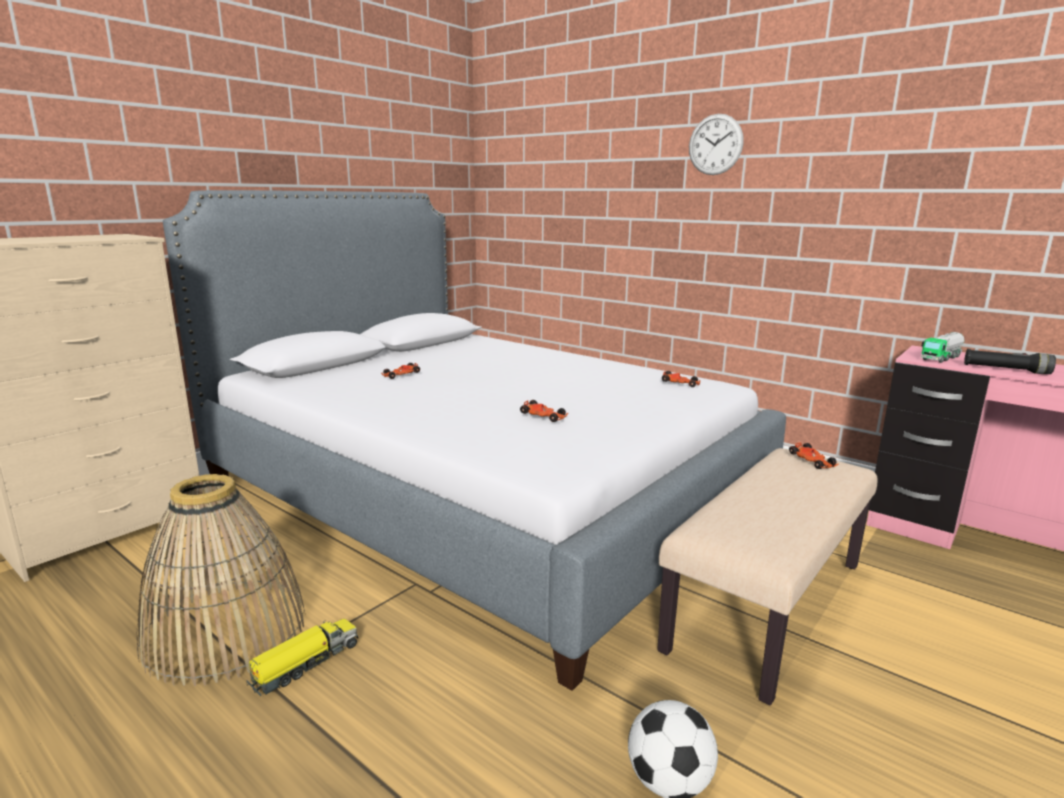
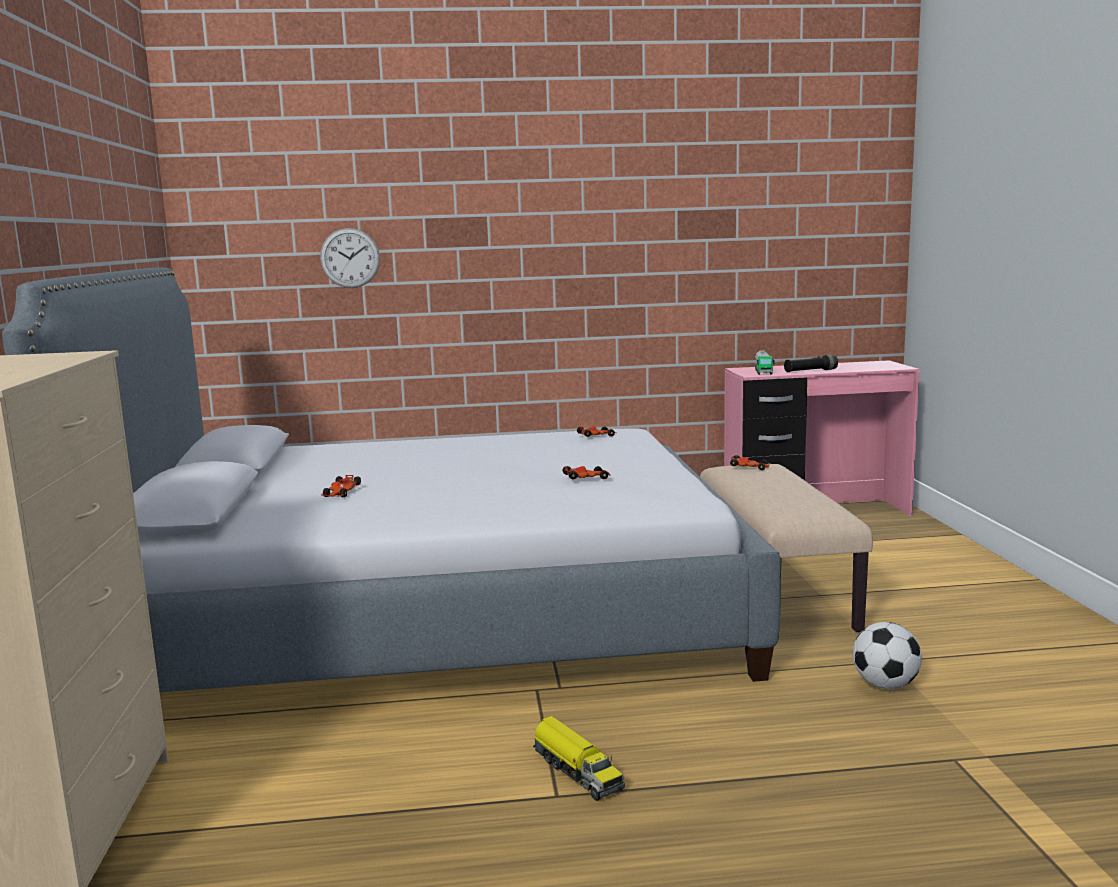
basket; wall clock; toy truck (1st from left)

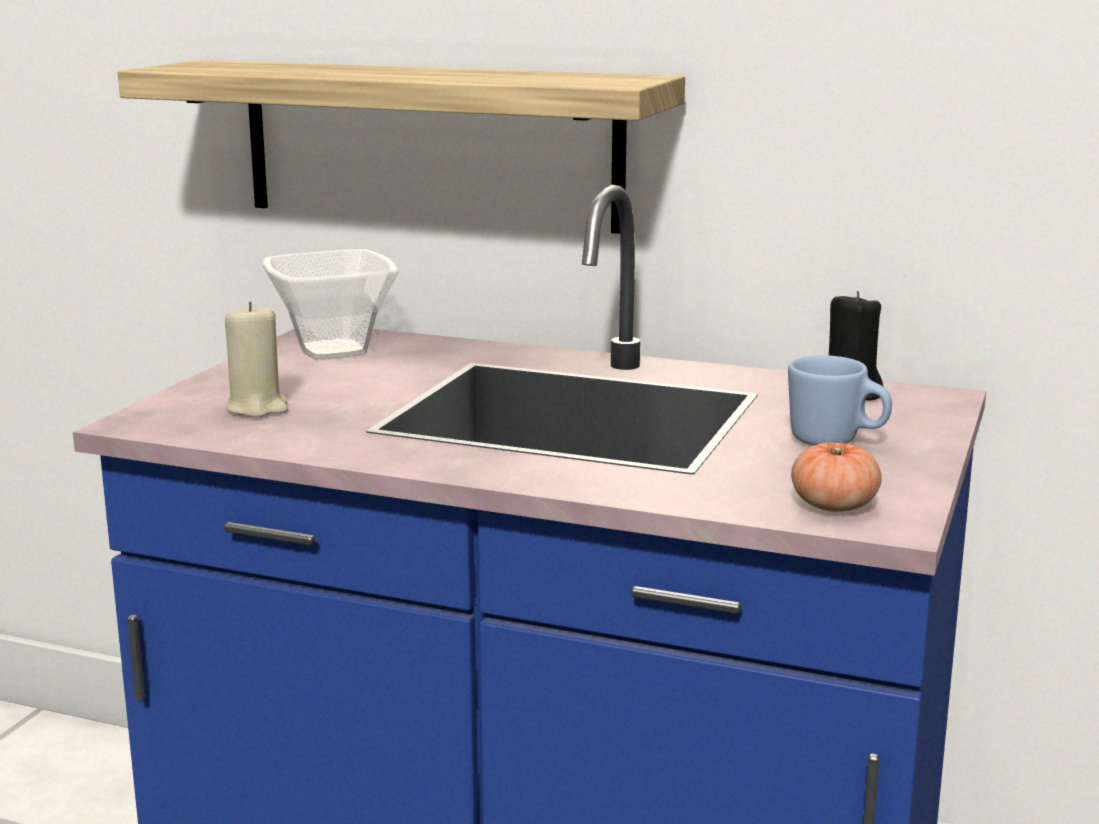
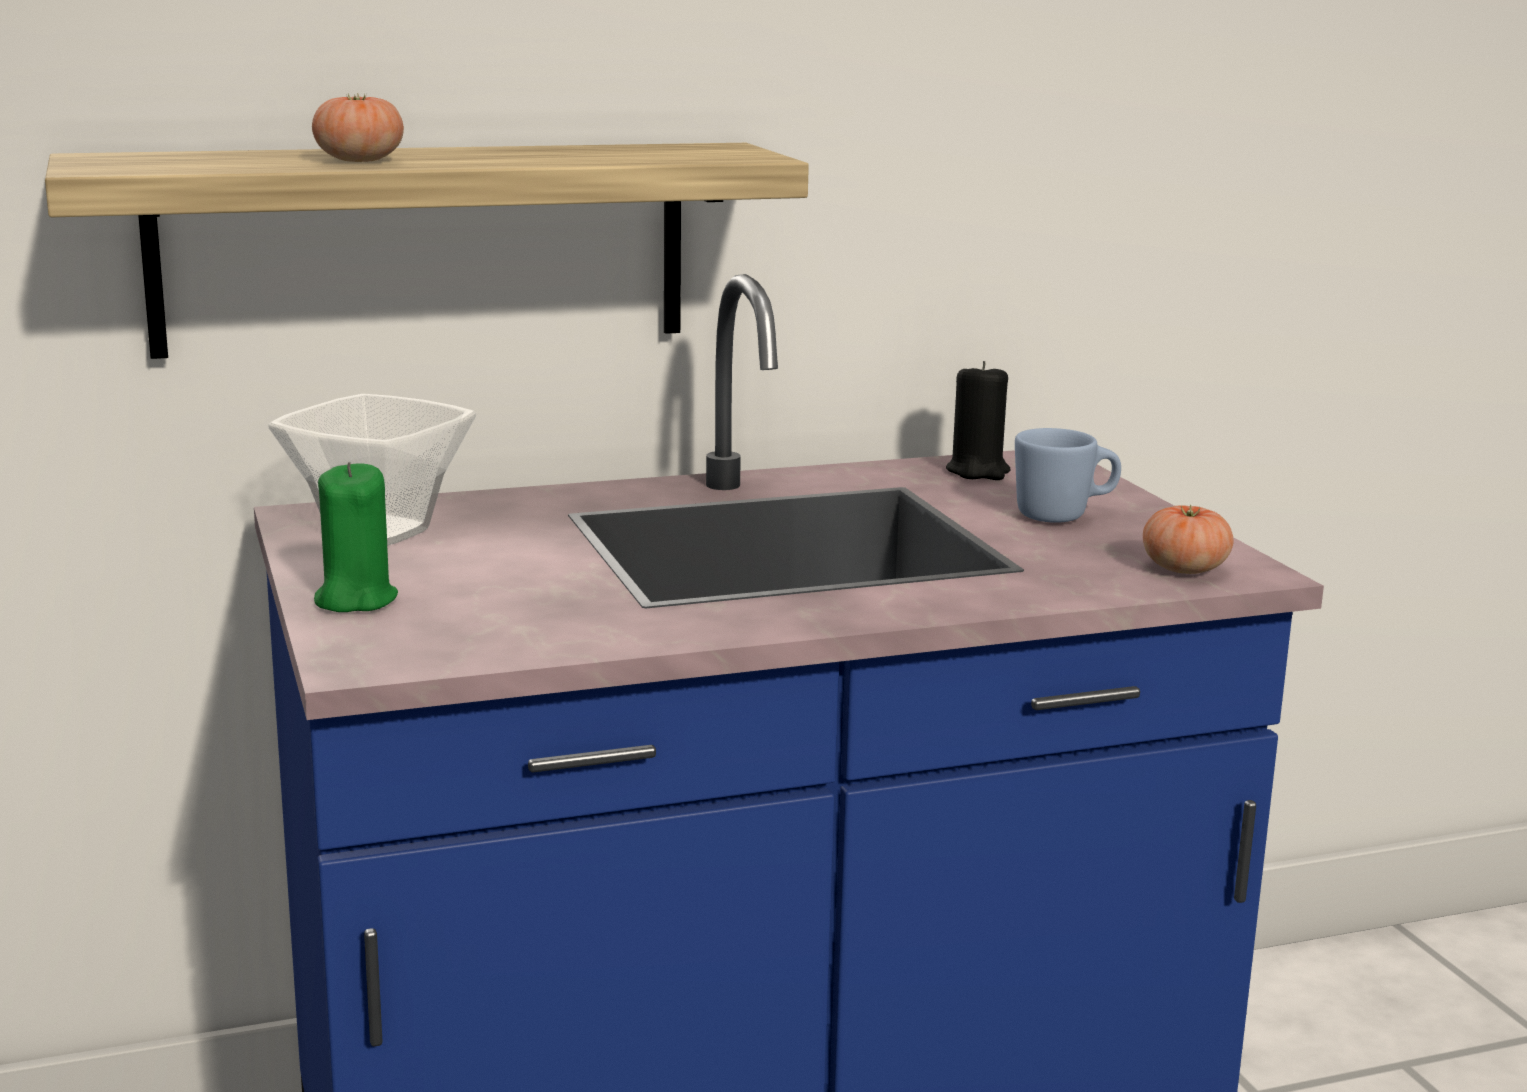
beige candle; tomato (1st from left); green candle

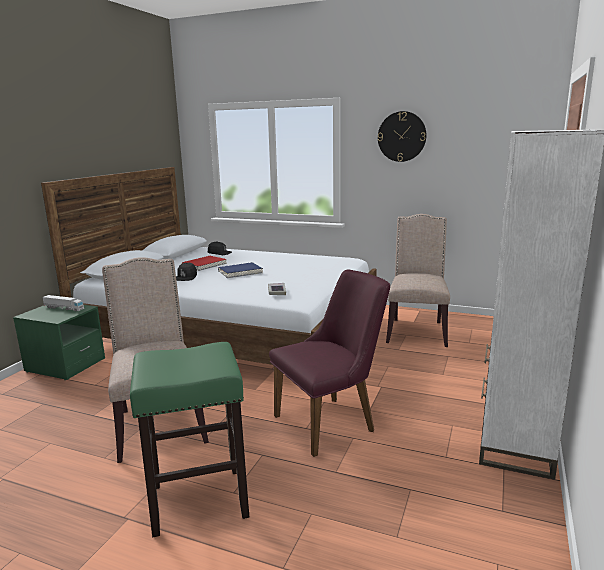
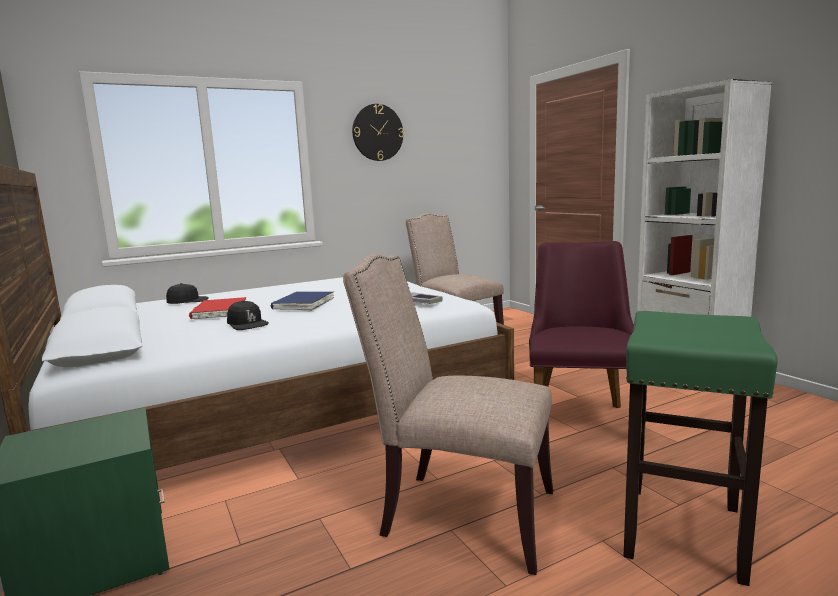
toy truck

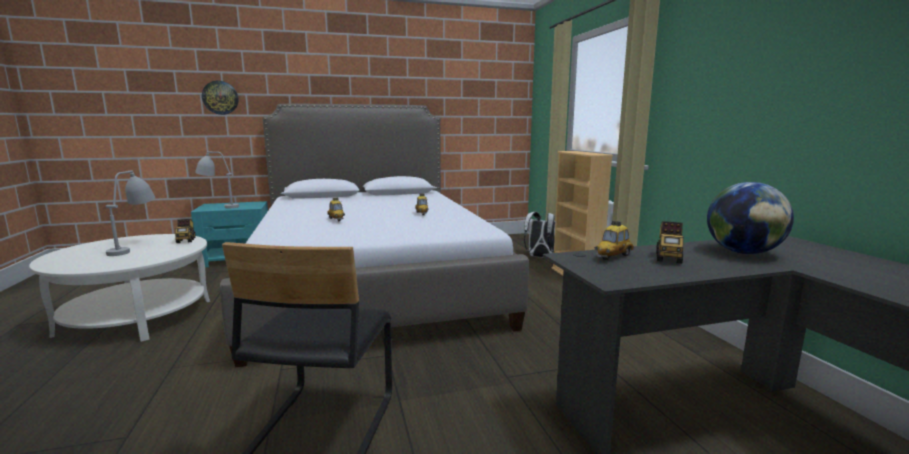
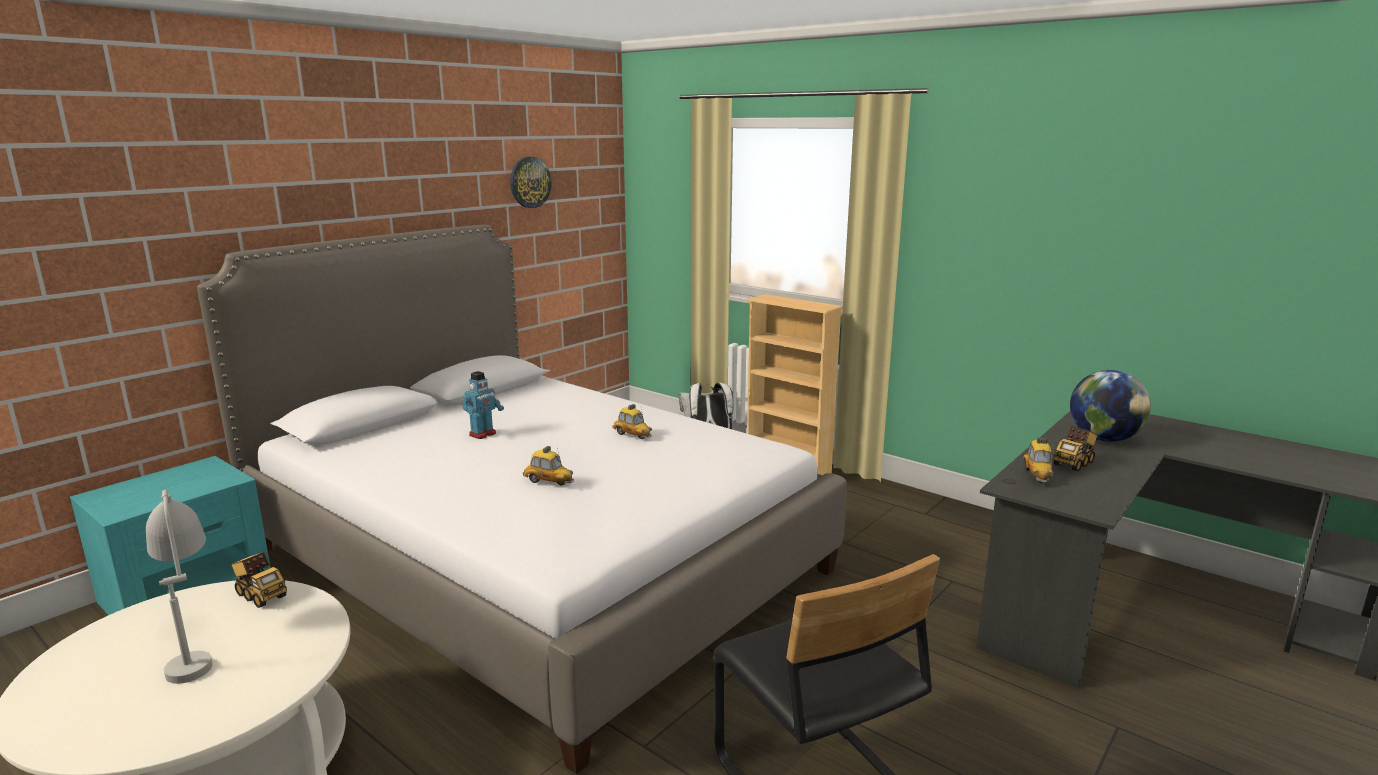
grey table lamp (2nd from left in the first image); toy robot; wall clock; toy truck (2nd from left)

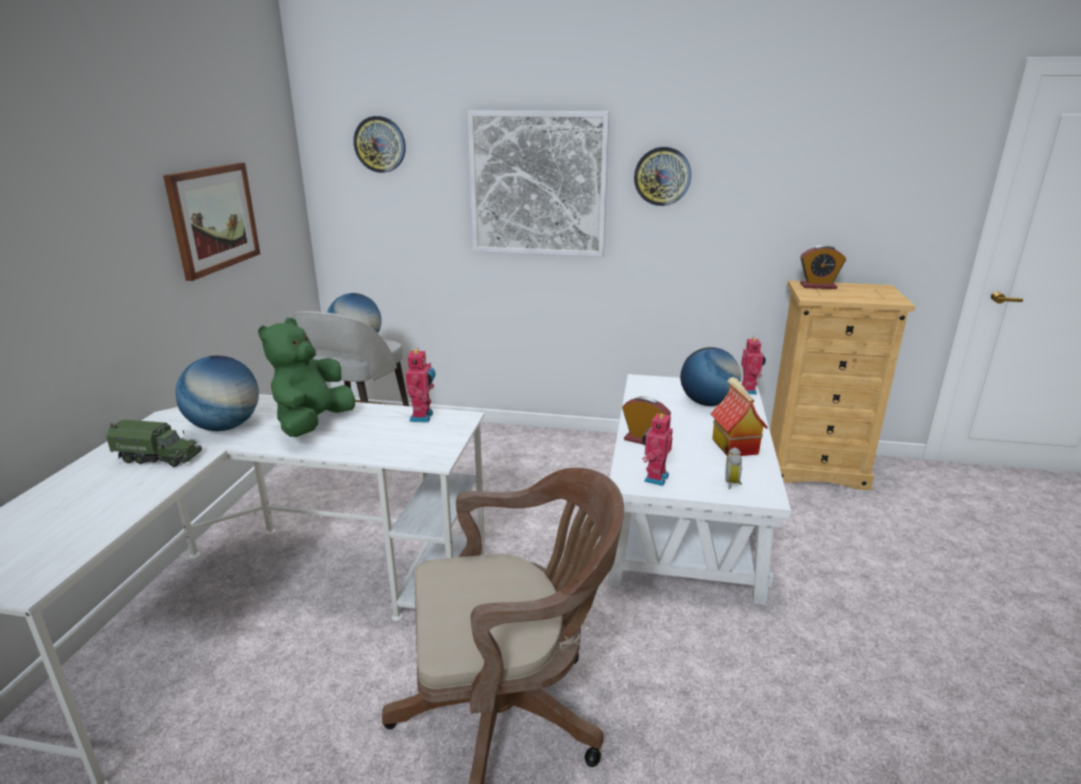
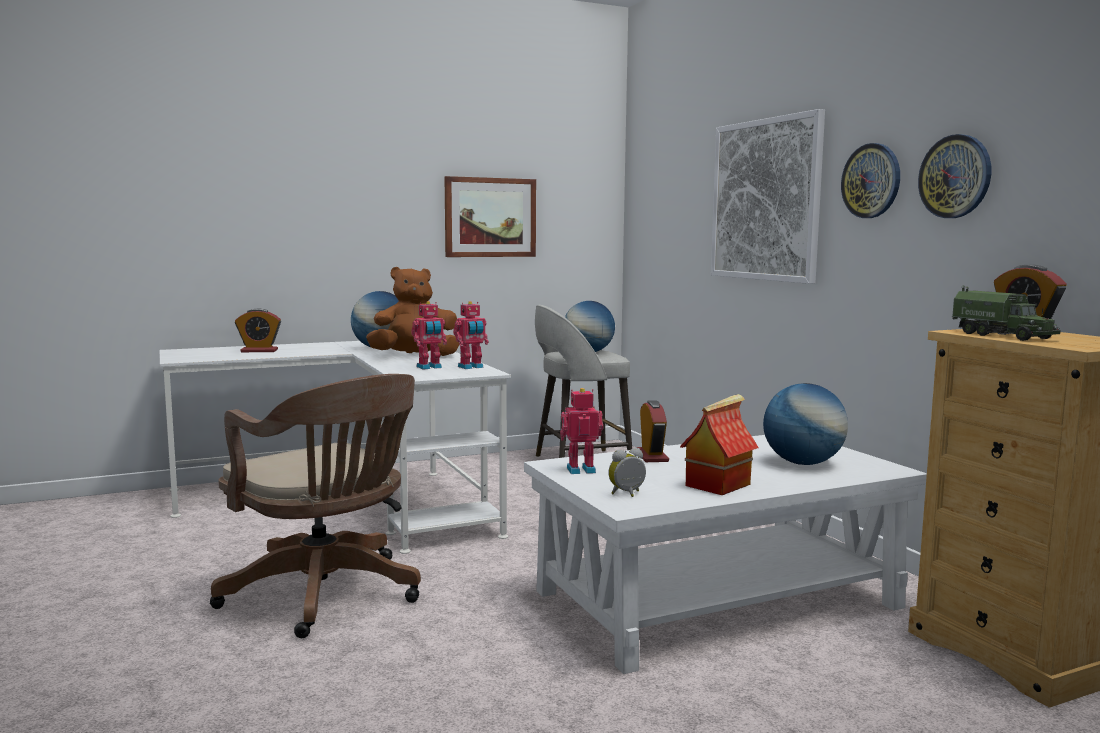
alarm clock (1st from left); toy truck; wall clock (2nd from left); toy robot (1st from left); brown plush toy

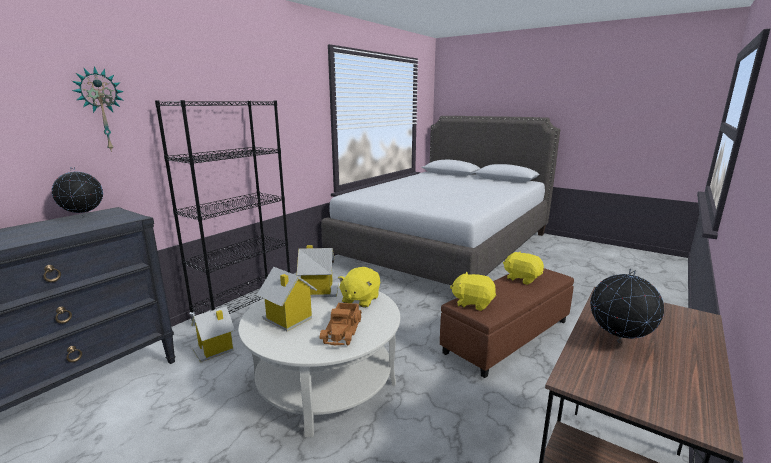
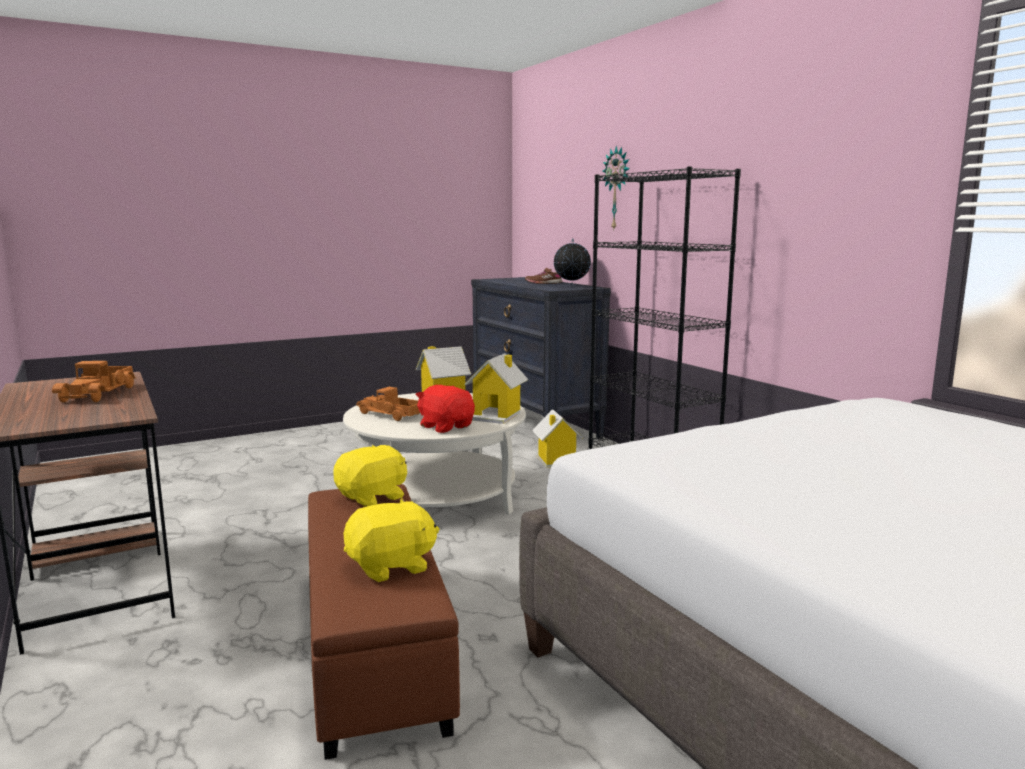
brown shoe; toy truck (1st from left); red plush toy

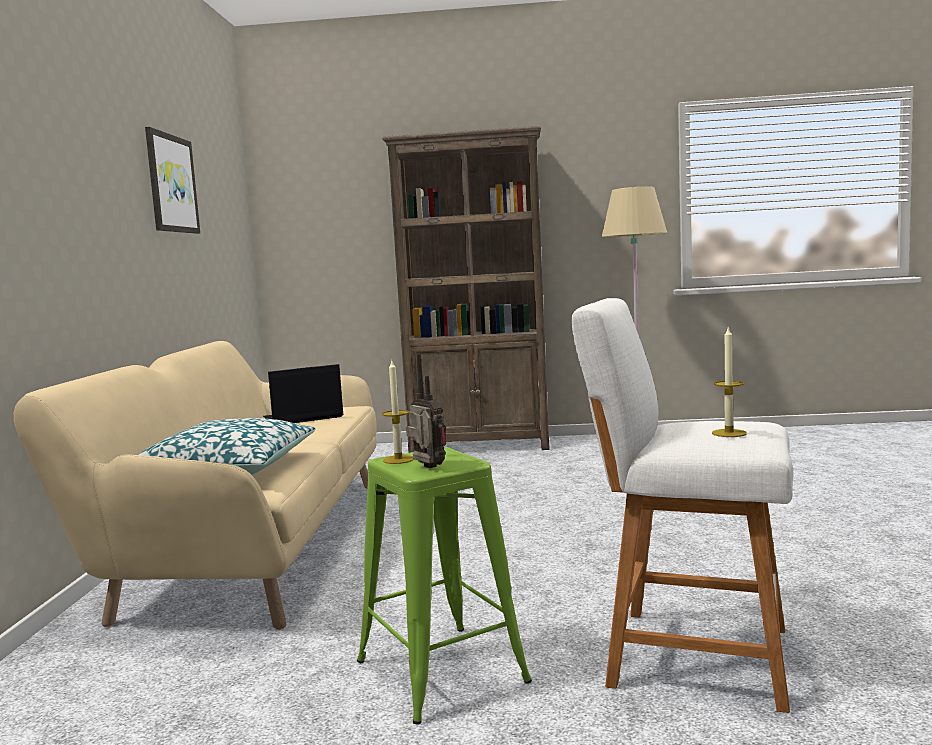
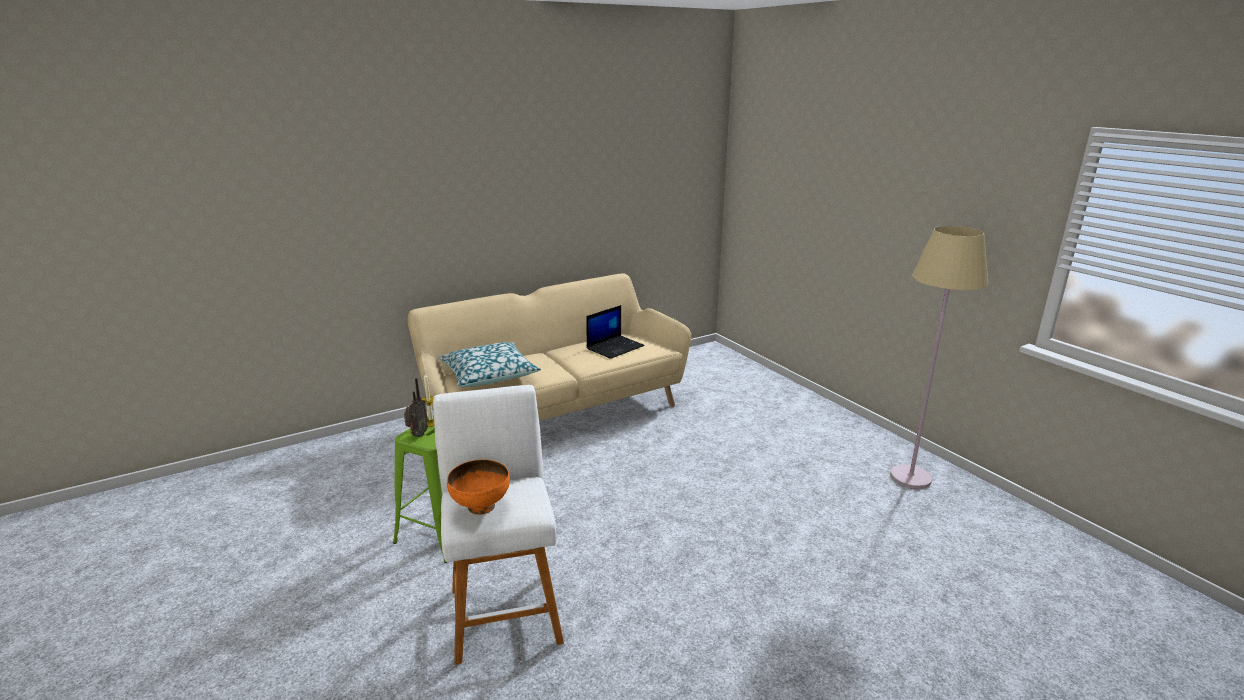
picture; brown bookcase; orange bowl; laptop

